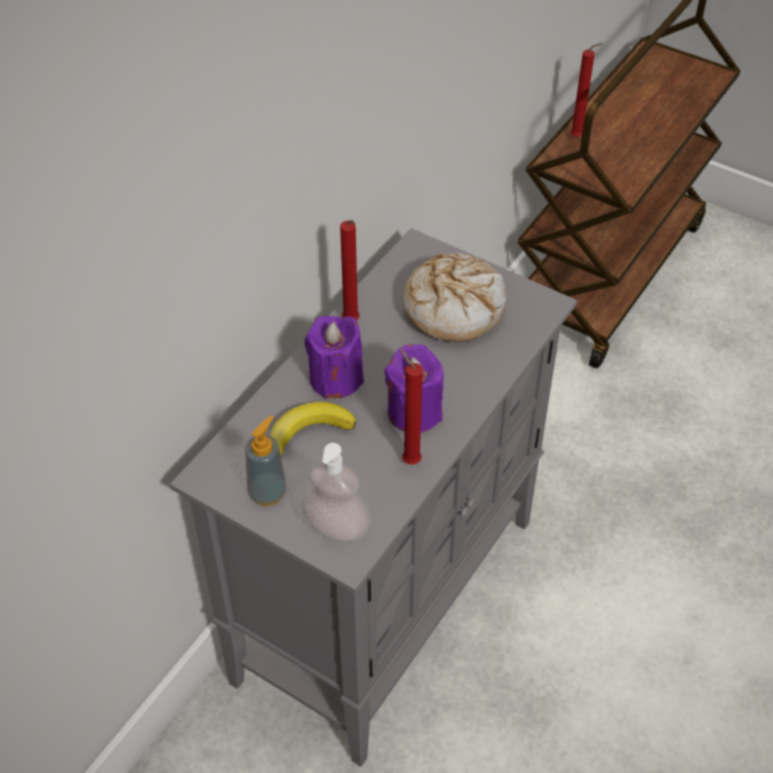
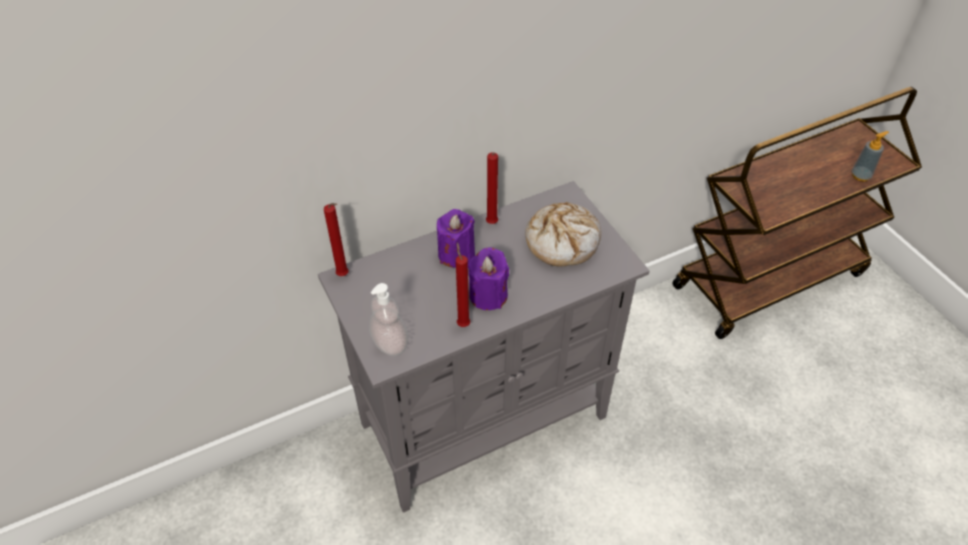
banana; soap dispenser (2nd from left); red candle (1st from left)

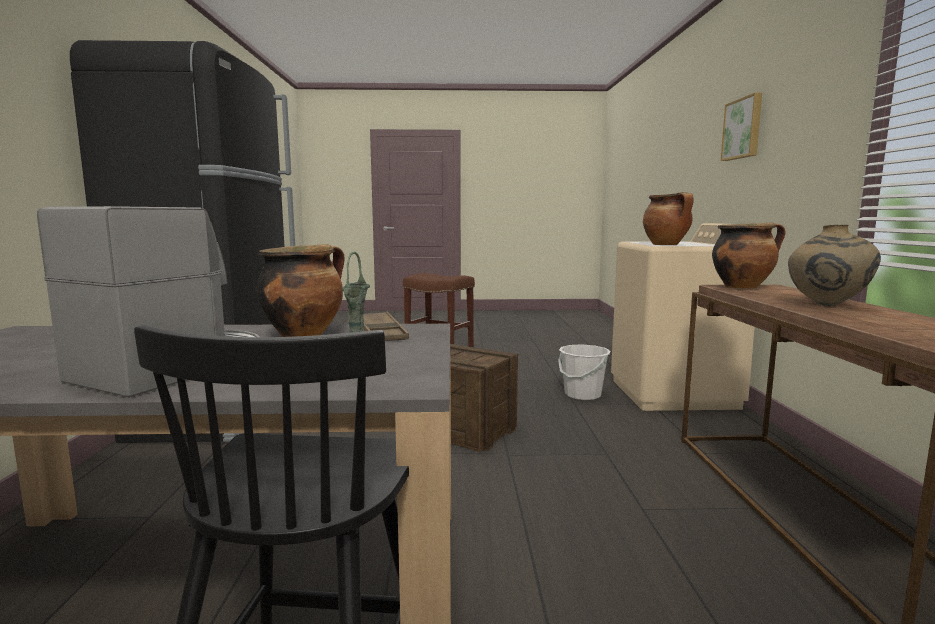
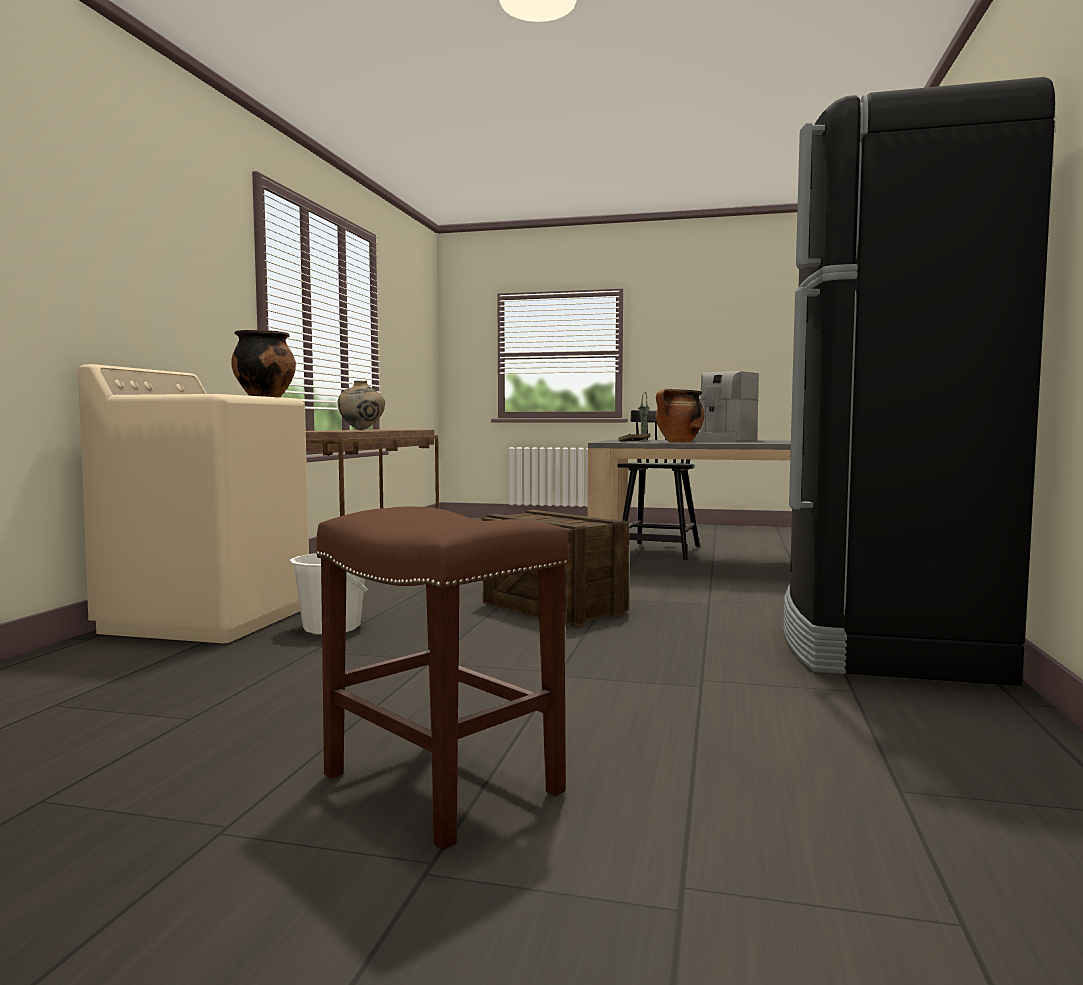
cooking pot (3rd from left in the first image); picture

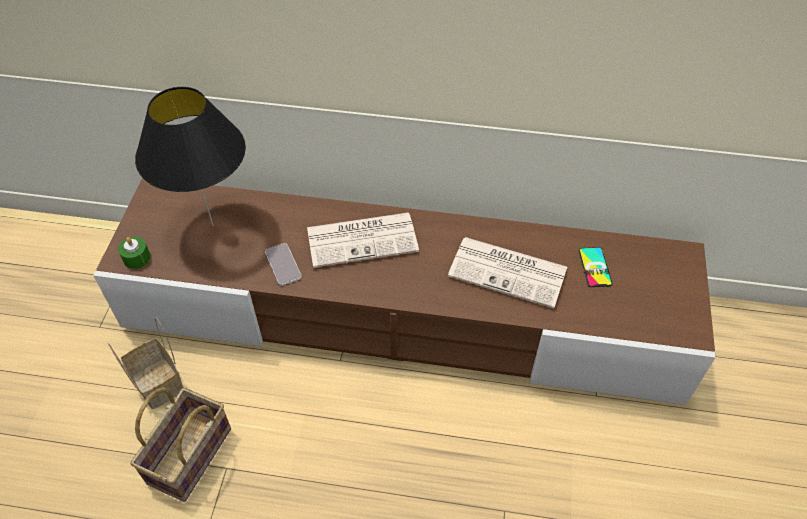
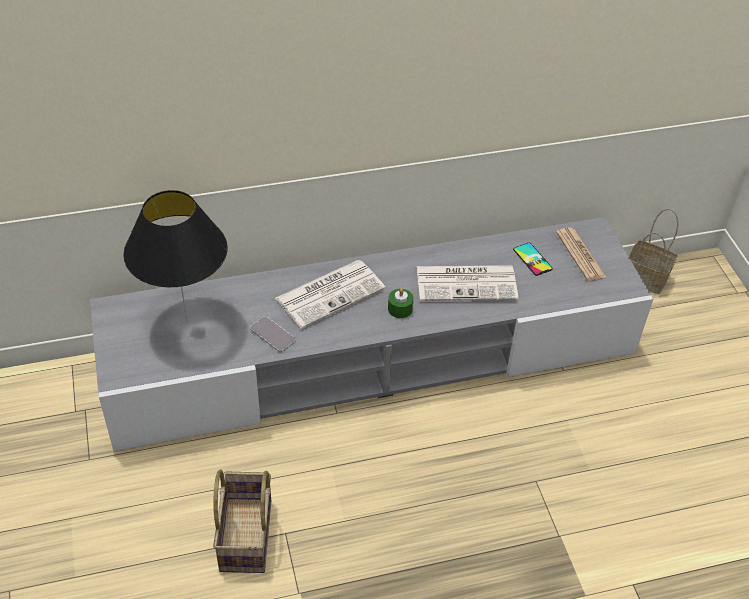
newspaper (3rd from left); basket (2nd from left); green candle; grey tv stand

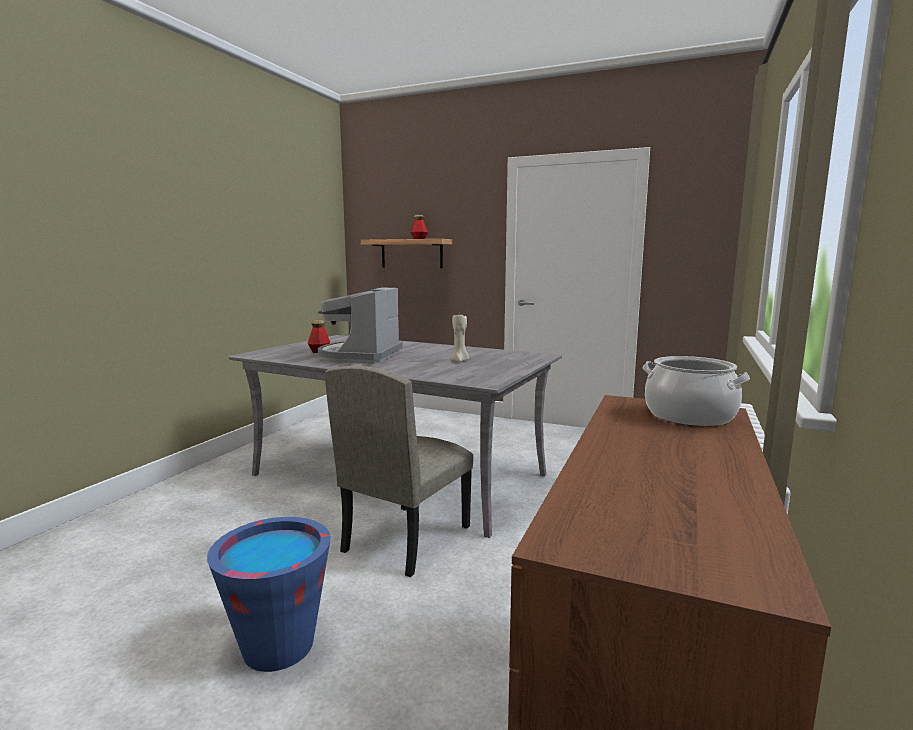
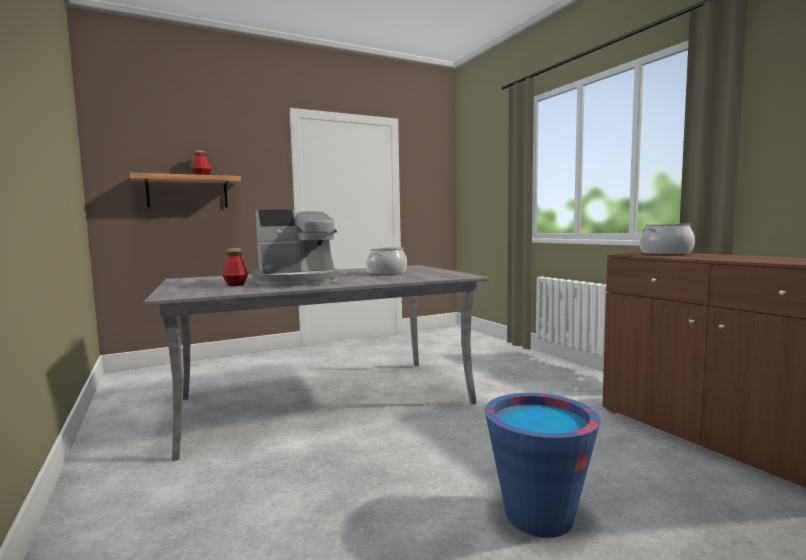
beige chair; cooking pot (1st from left); coffee machine

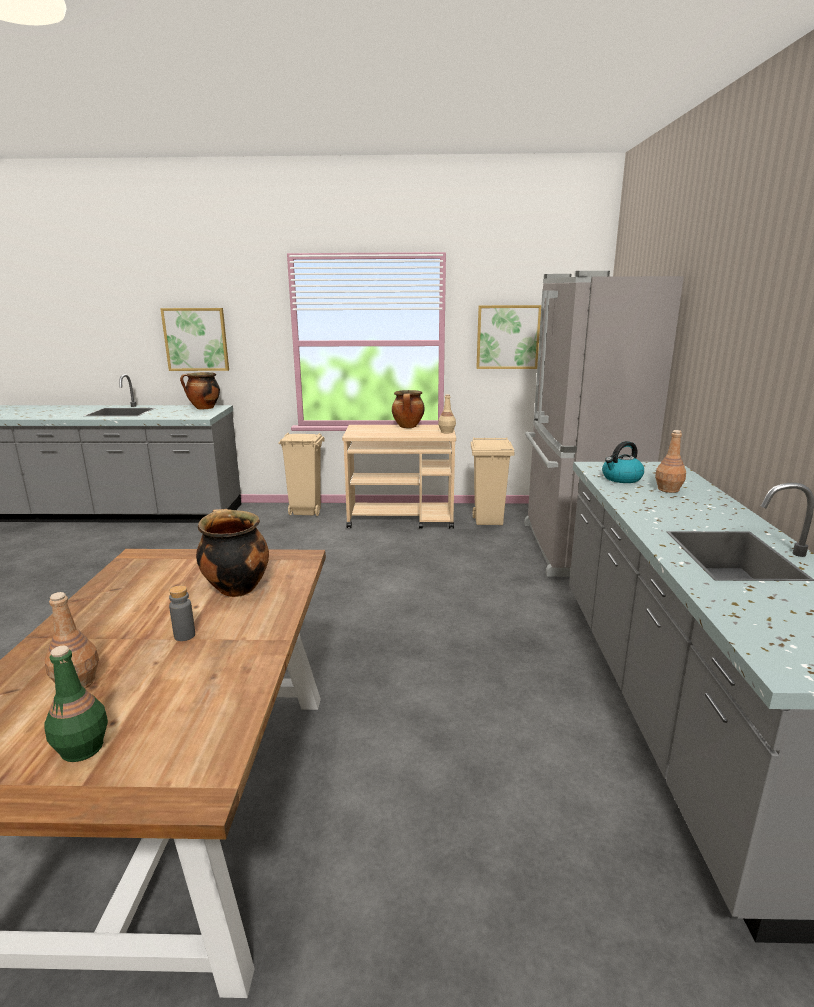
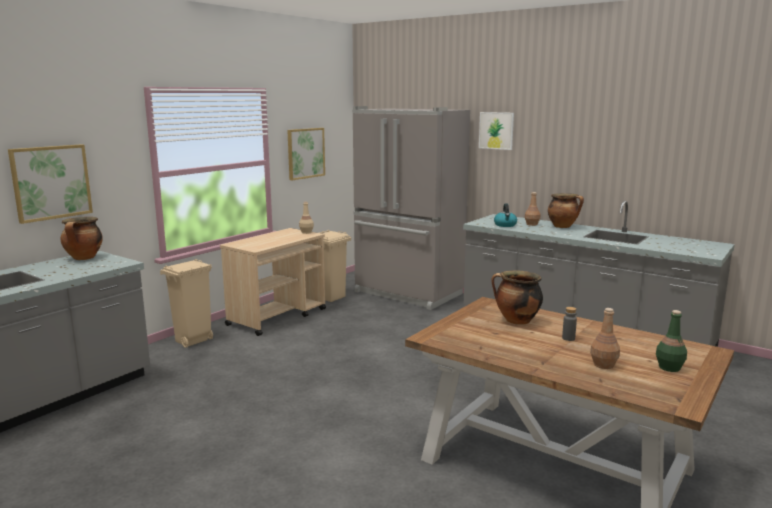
picture (3rd from left); cooking pot (3rd from left)

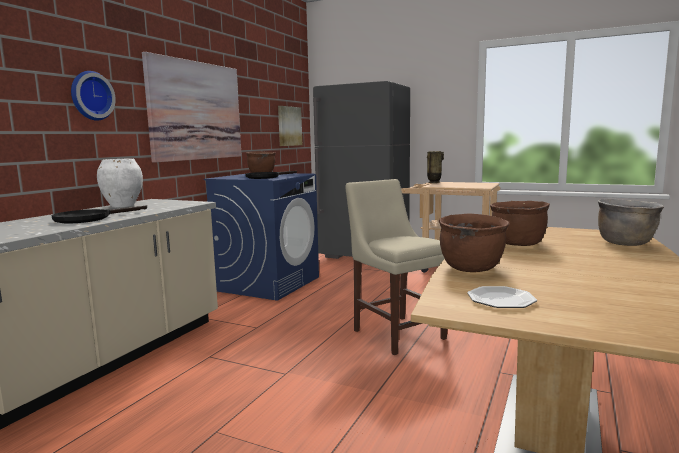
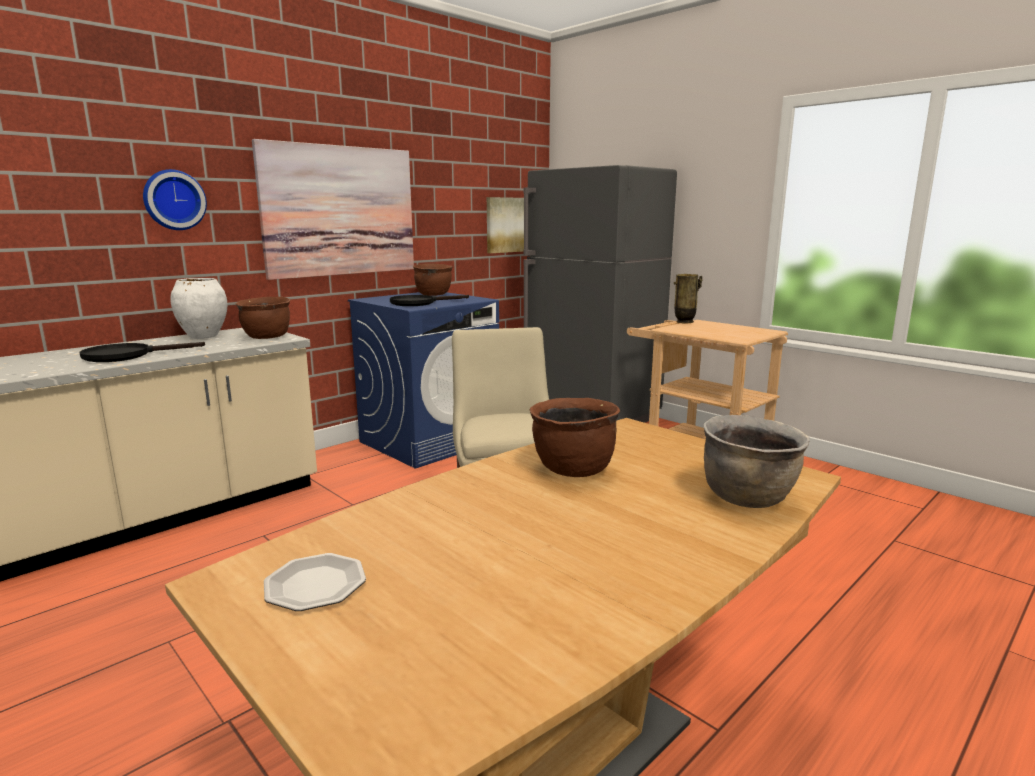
brown cooking pot (1st from left)

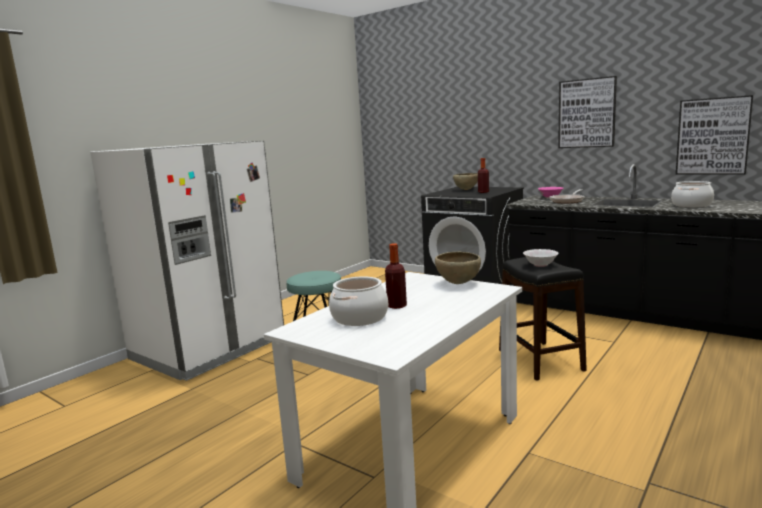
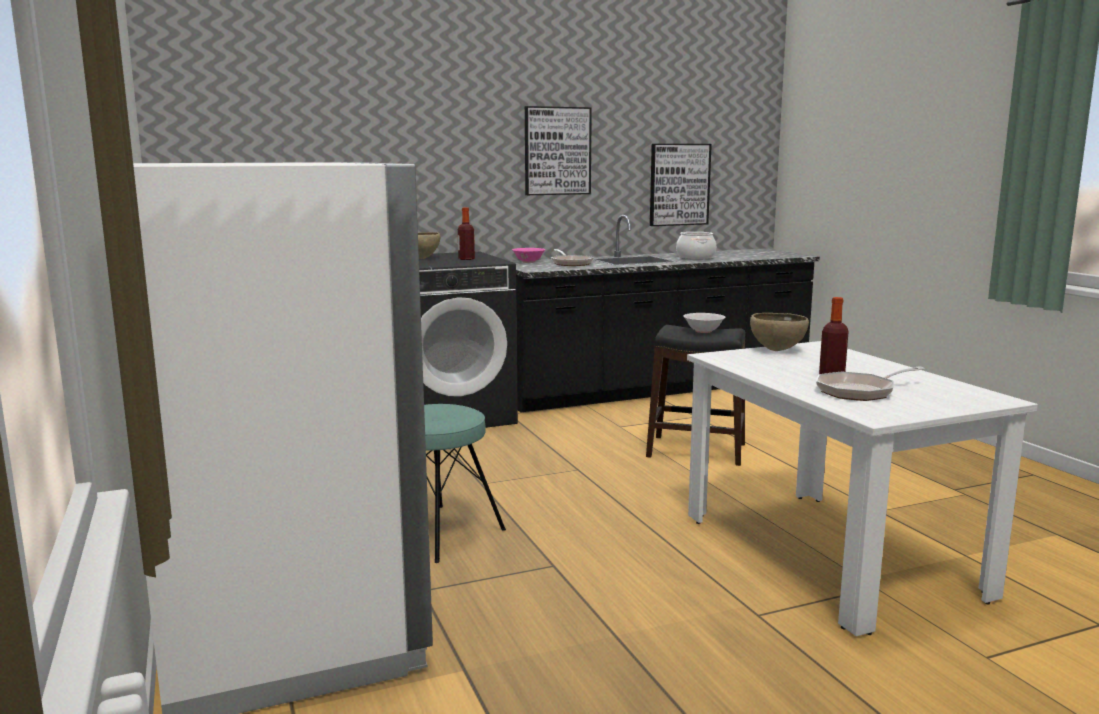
frying pan (2nd from left)

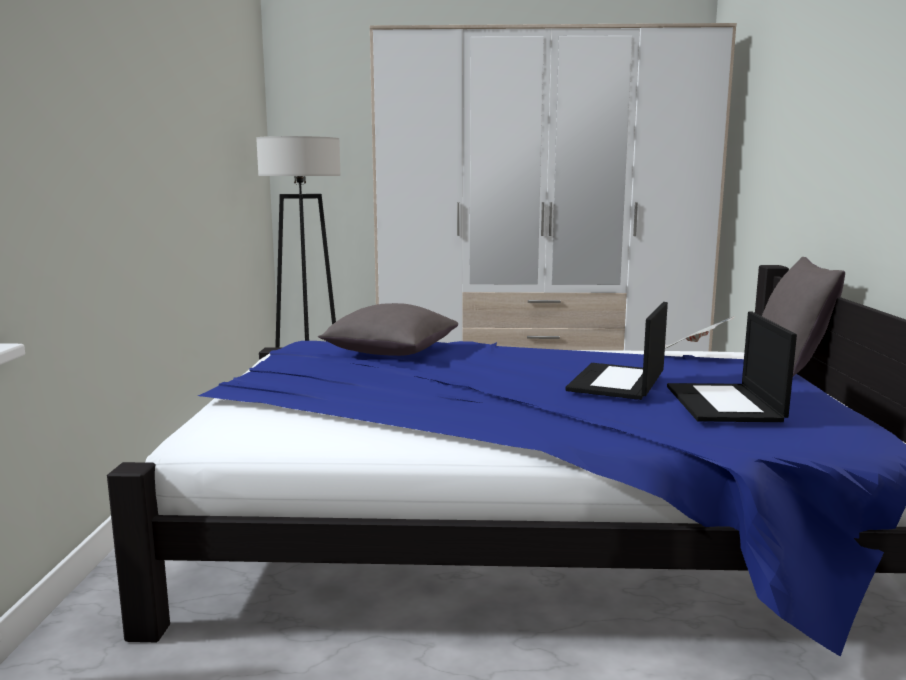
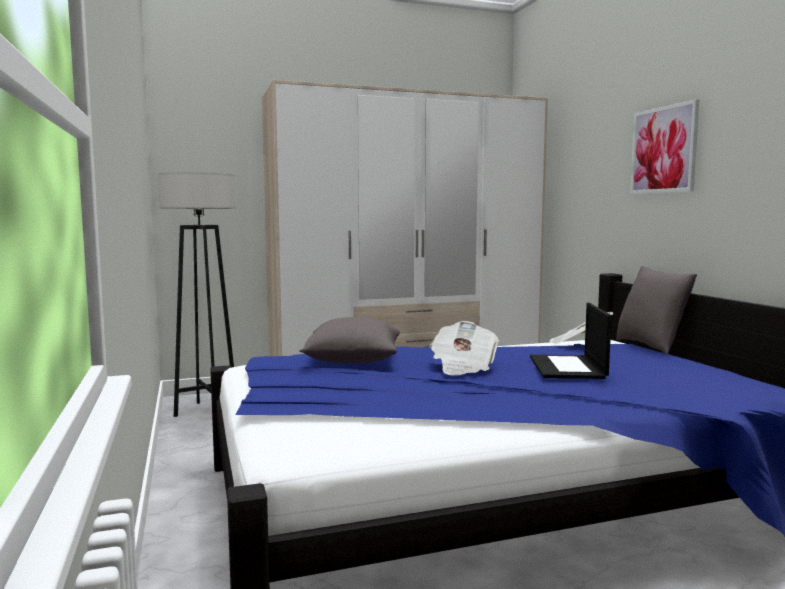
laptop (2nd from left in the first image); newspaper (1st from left); picture

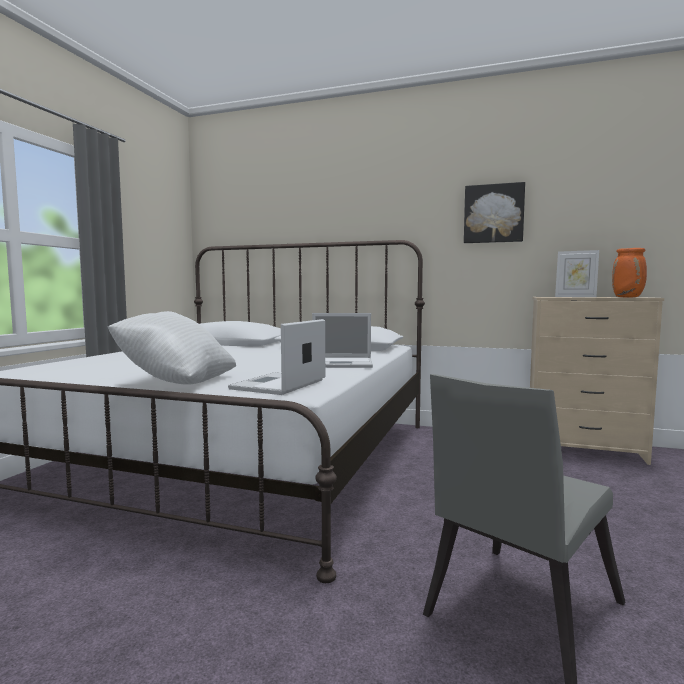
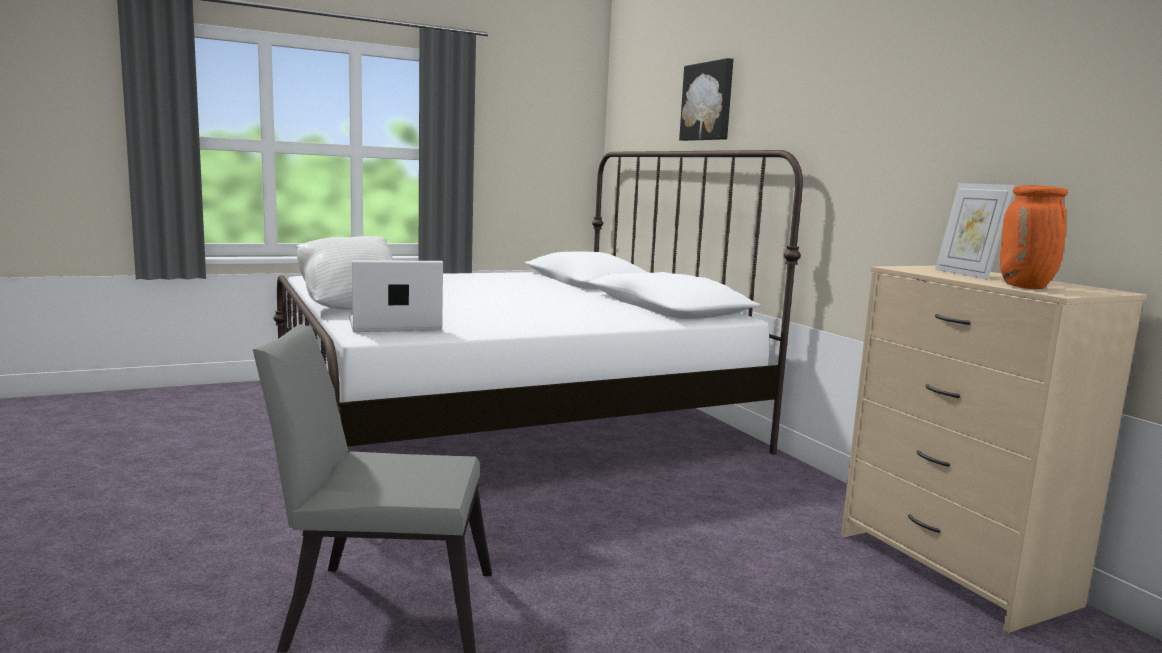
laptop (2nd from left in the first image); picture

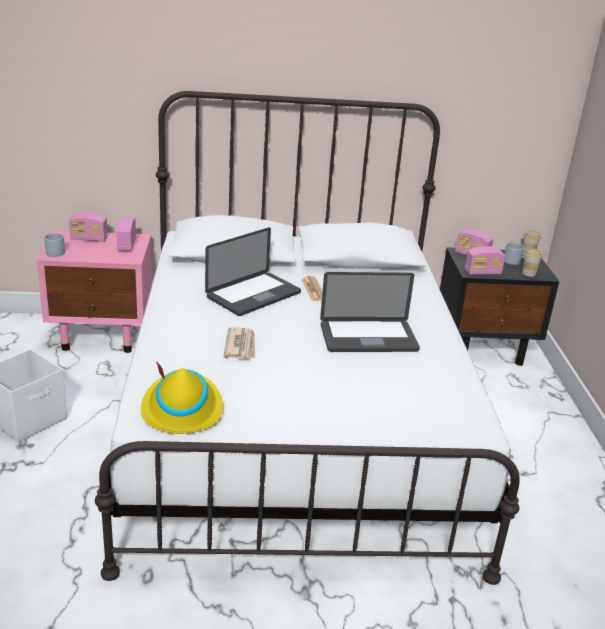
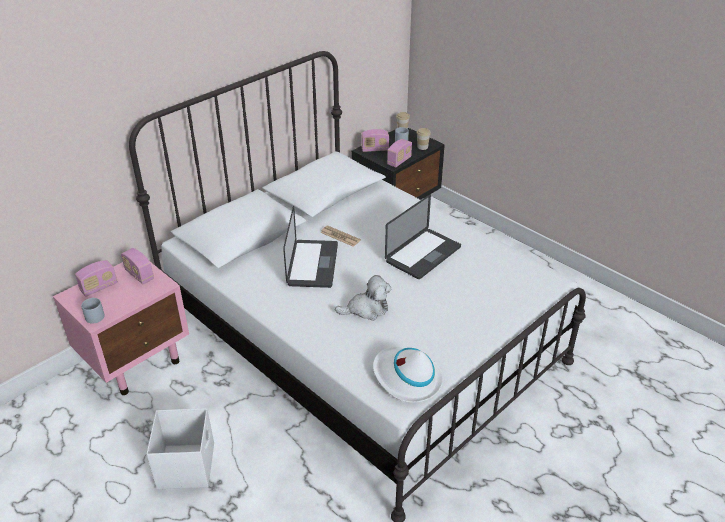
plush toy; white hat

